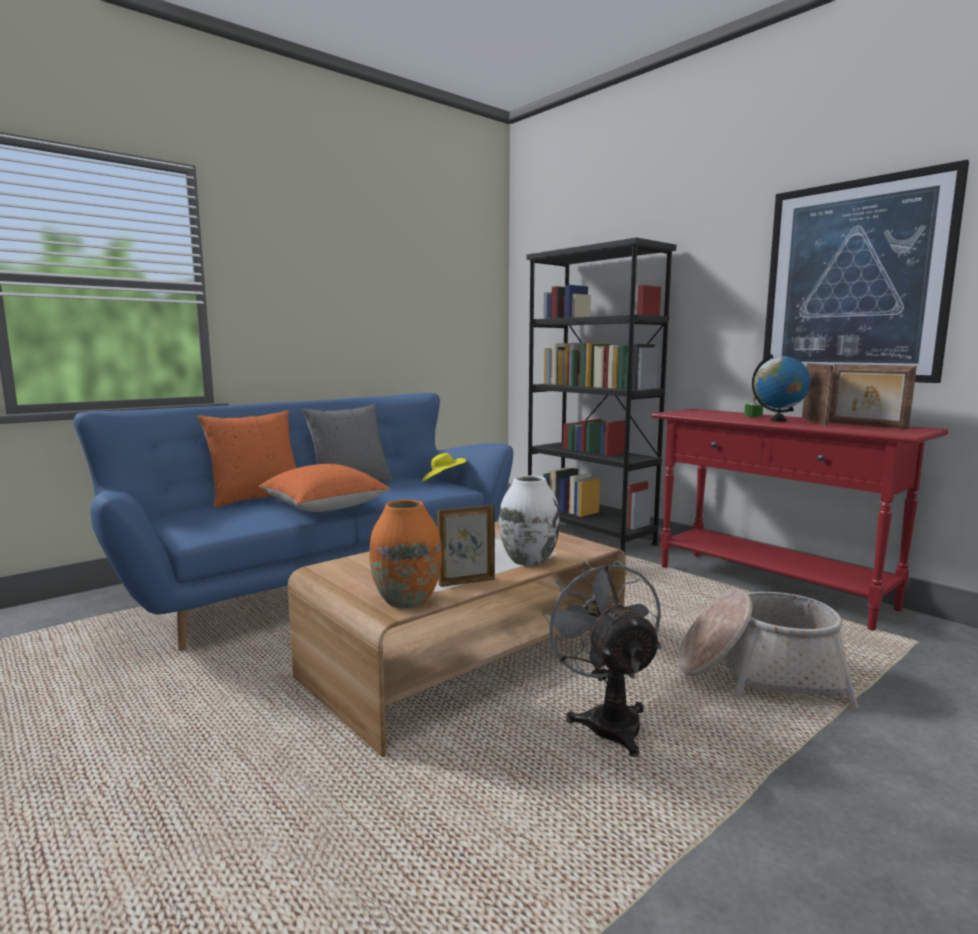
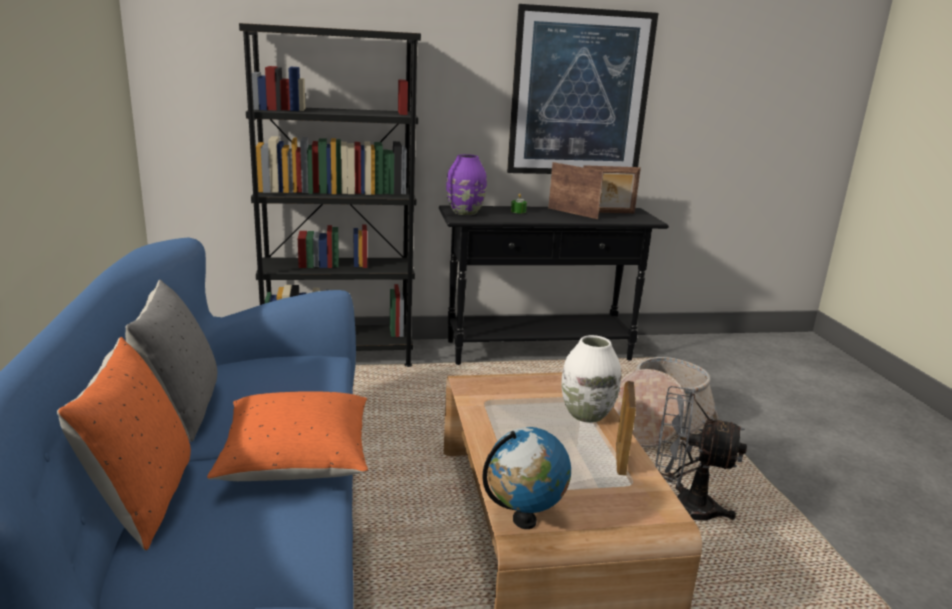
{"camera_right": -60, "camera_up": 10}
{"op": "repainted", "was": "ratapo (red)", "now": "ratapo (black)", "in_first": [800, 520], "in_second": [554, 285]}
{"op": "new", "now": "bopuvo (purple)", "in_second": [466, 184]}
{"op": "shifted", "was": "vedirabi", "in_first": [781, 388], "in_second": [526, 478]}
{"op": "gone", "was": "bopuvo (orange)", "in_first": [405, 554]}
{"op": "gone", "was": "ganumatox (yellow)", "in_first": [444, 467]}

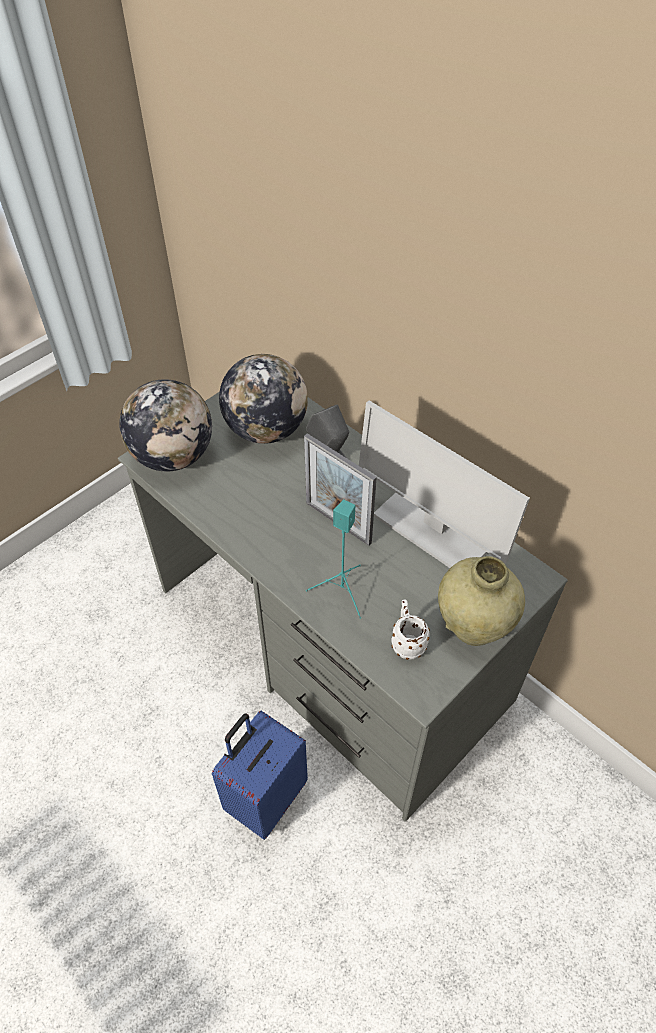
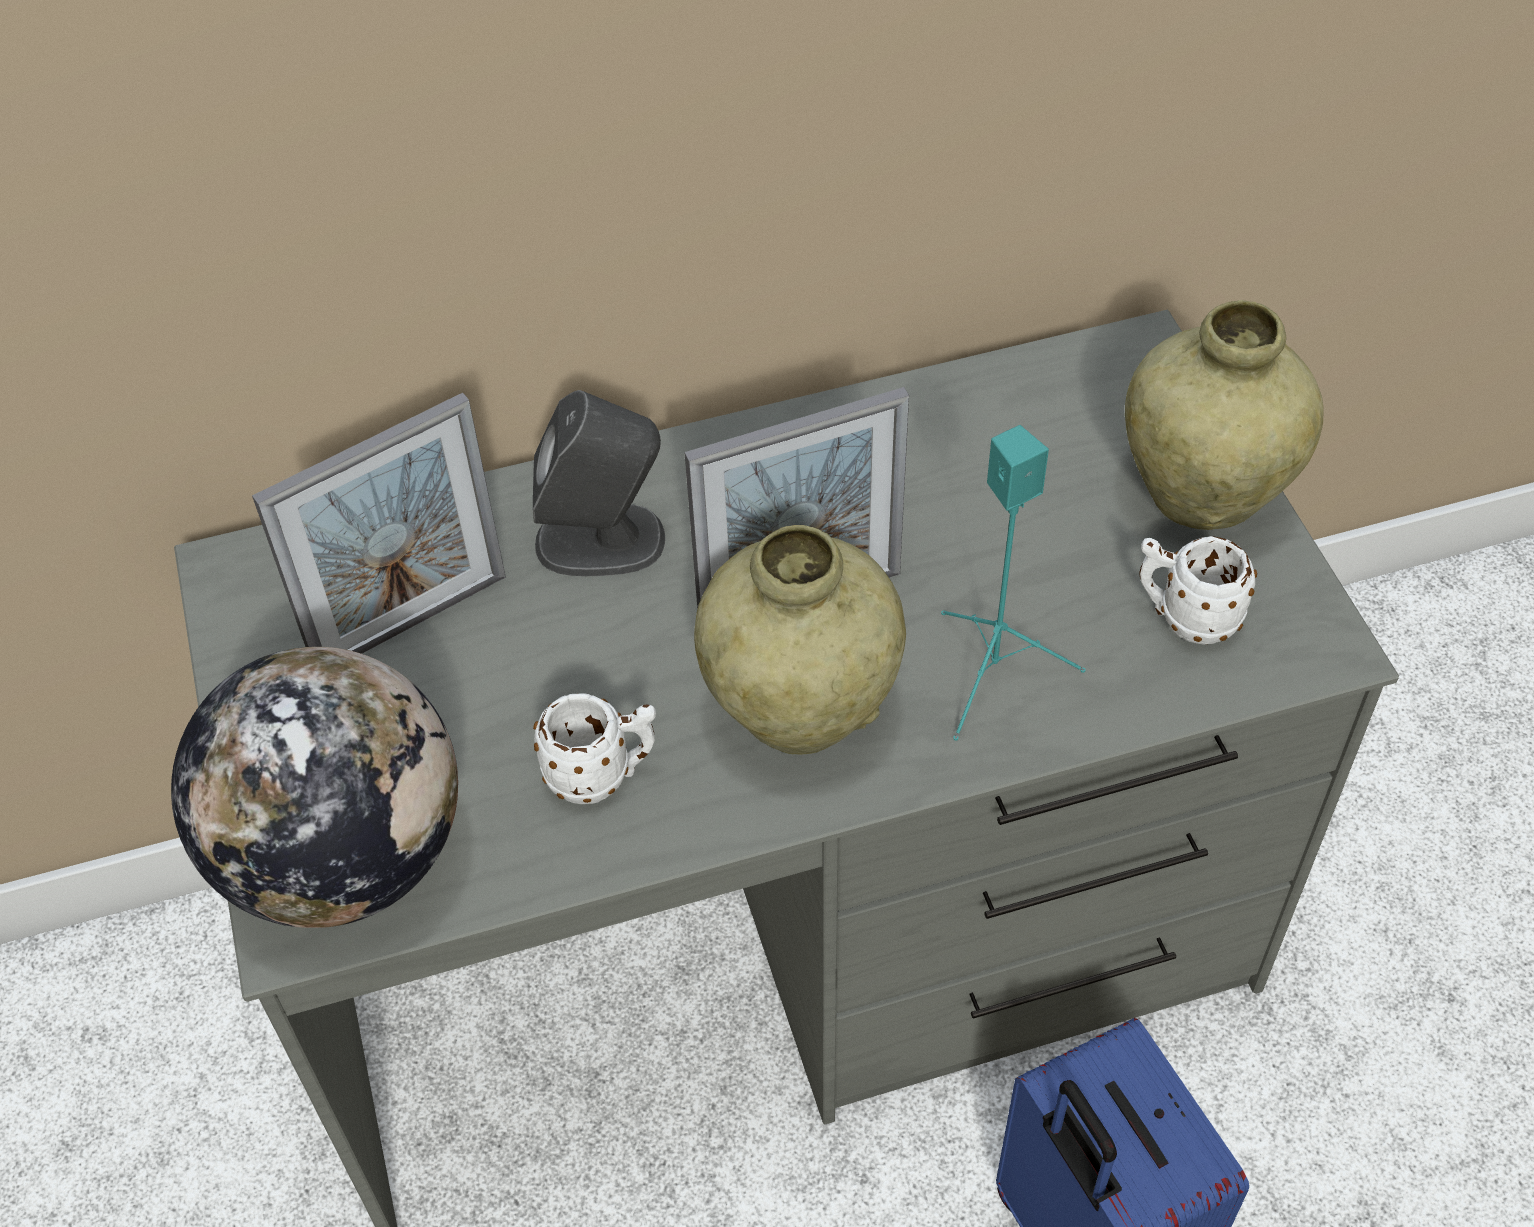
{"camera_right": -60, "camera_up": 0}
{"op": "swapped", "was": "vedirabi", "now": "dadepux", "in_first": [263, 399], "in_second": [379, 523]}
{"op": "new", "now": "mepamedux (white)", "in_second": [594, 748]}
{"op": "new", "now": "bopuvo (beige)", "in_second": [800, 640]}
{"op": "gone", "was": "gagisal", "in_first": [444, 484]}

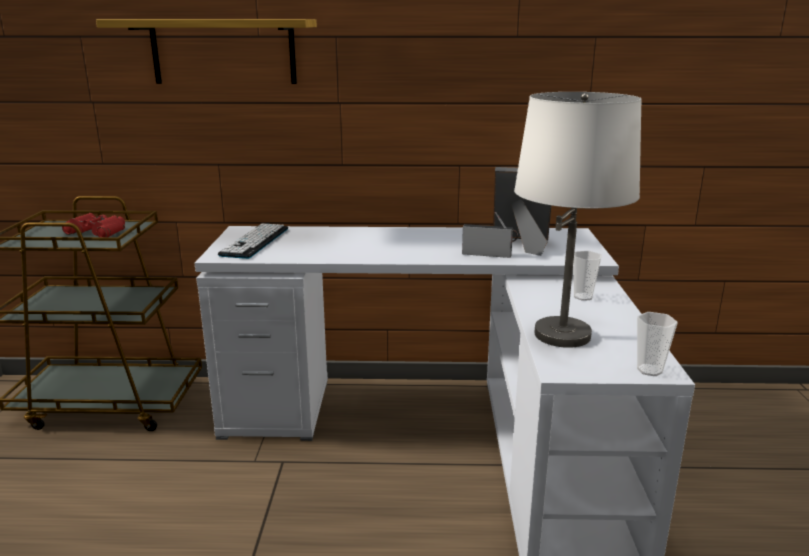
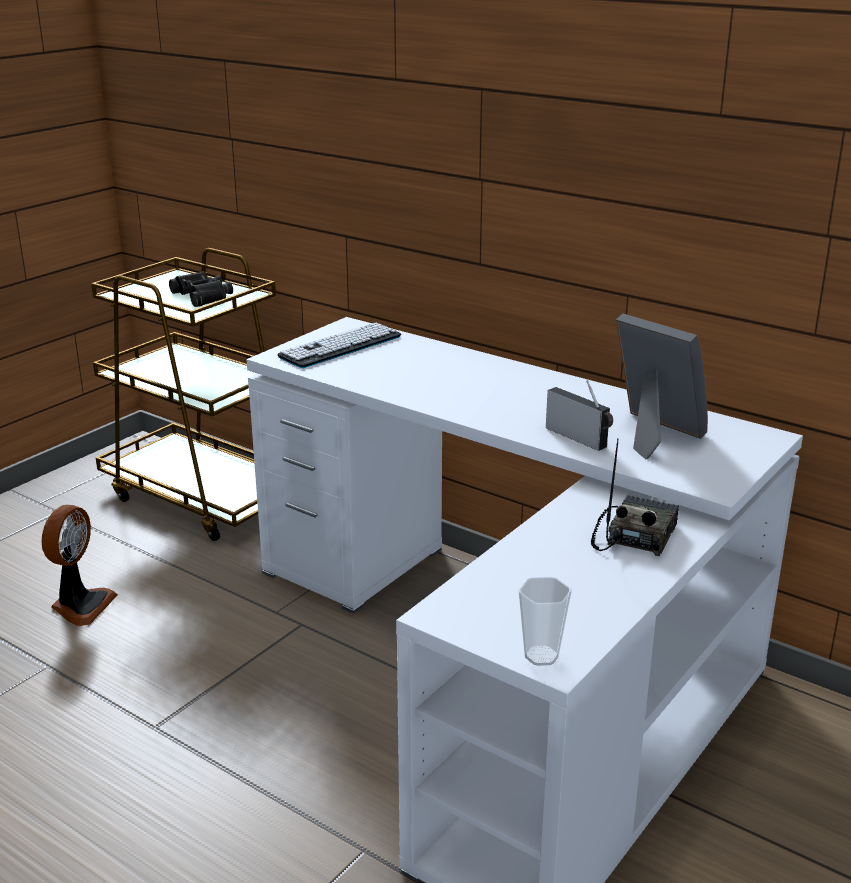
{"camera_right": 35, "camera_up": 5}
{"op": "new", "now": "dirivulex", "in_second": [79, 565]}
{"op": "repainted", "was": "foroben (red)", "now": "foroben (black)", "in_first": [93, 225], "in_second": [201, 289]}
{"op": "swapped", "was": "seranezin", "now": "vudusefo", "in_first": [587, 276], "in_second": [635, 497]}
{"op": "gone", "was": "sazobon", "in_first": [206, 51]}
{"op": "gone", "was": "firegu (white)", "in_first": [578, 220]}

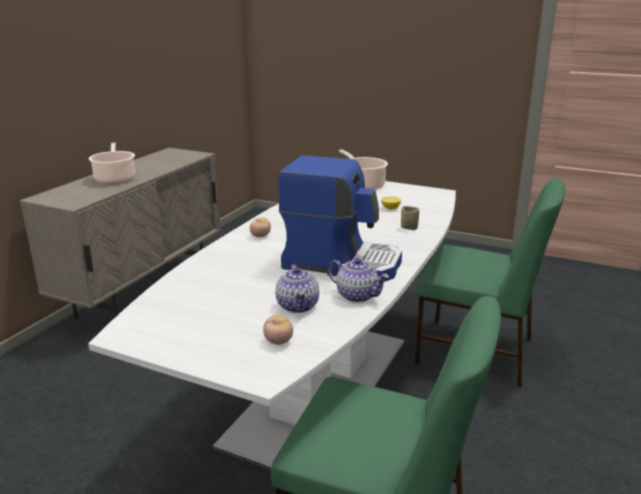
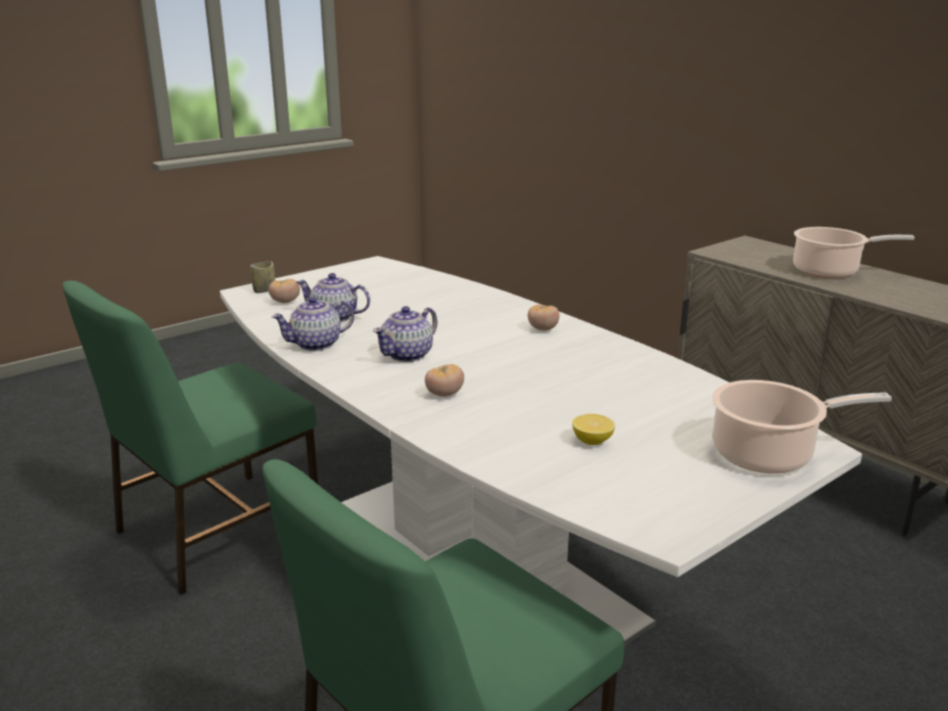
{"camera_right": 115, "camera_up": 0}
{"op": "shifted", "was": "seranezin", "in_first": [410, 218], "in_second": [262, 277]}
{"op": "swapped", "was": "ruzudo", "now": "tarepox", "in_first": [340, 218], "in_second": [405, 334]}
{"op": "new", "now": "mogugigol", "in_second": [444, 380]}

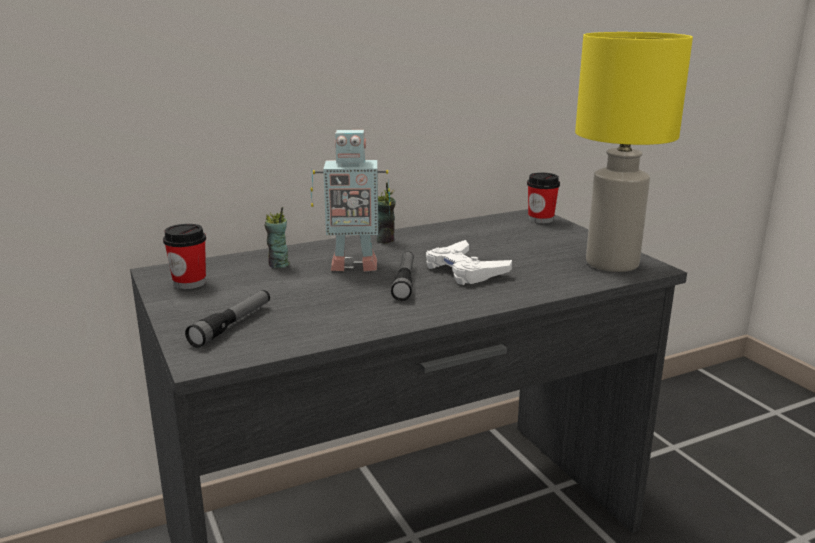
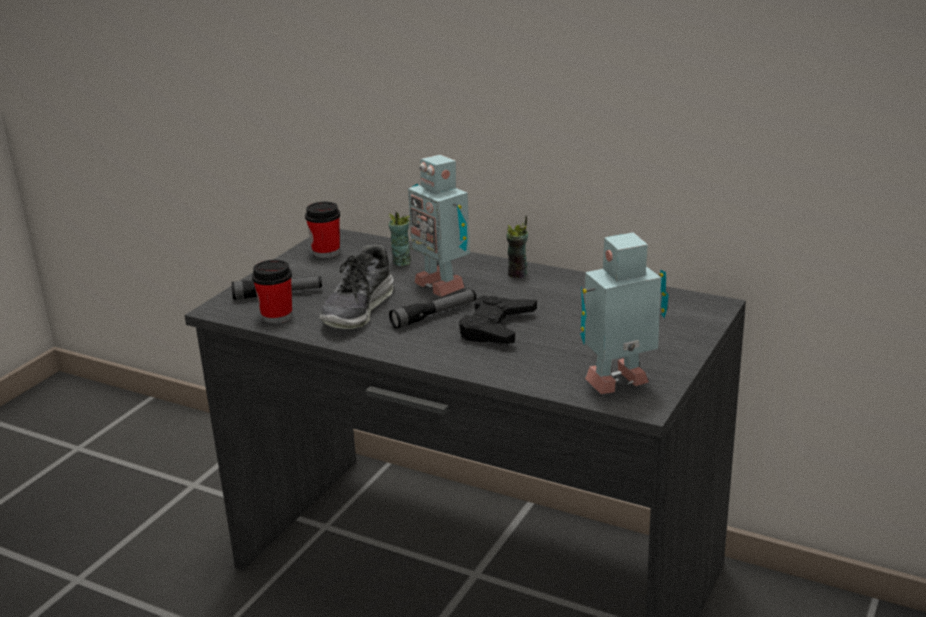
{"camera_right": 55, "camera_up": 5}
{"op": "shifted", "was": "seranezin", "in_first": [543, 198], "in_second": [272, 292]}
{"op": "new", "now": "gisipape", "in_second": [357, 287]}
{"op": "repainted", "was": "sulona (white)", "now": "sulona (black)", "in_first": [469, 262], "in_second": [498, 319]}
{"op": "swapped", "was": "firegu (yellow)", "now": "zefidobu", "in_first": [634, 152], "in_second": [624, 313]}

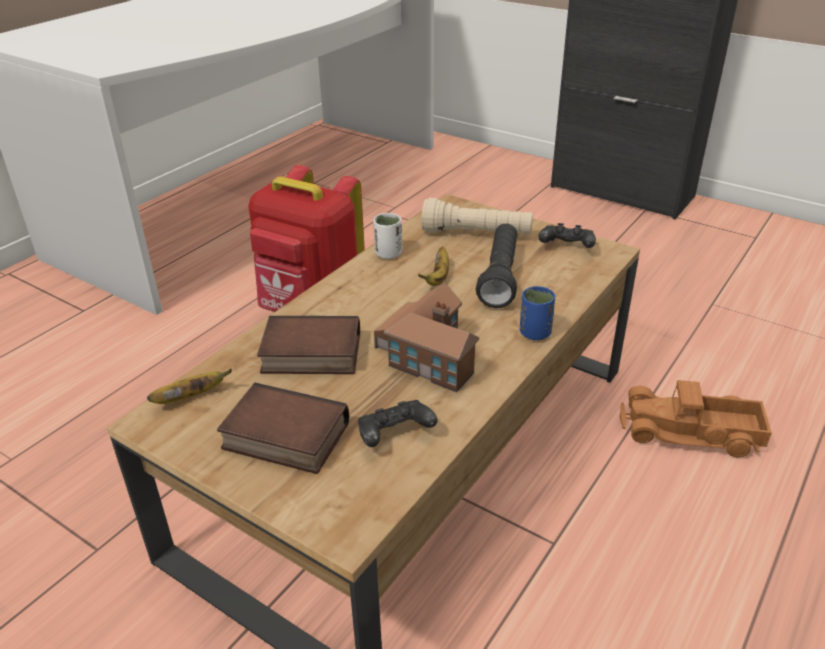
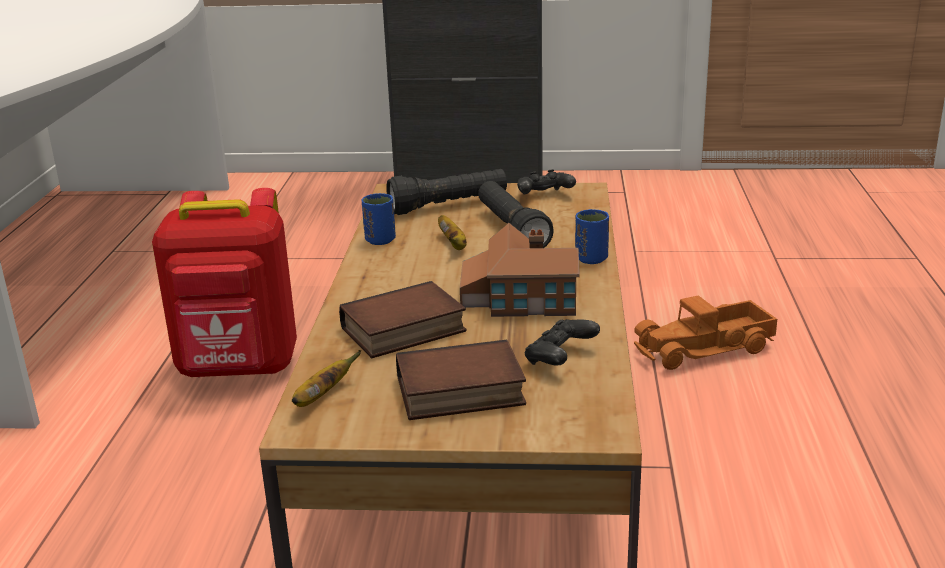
{"camera_right": -30, "camera_up": -10}
{"op": "repainted", "was": "seranezin (white)", "now": "seranezin (blue)", "in_first": [387, 236], "in_second": [379, 219]}
{"op": "repainted", "was": "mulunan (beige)", "now": "mulunan (black)", "in_first": [477, 216], "in_second": [446, 192]}

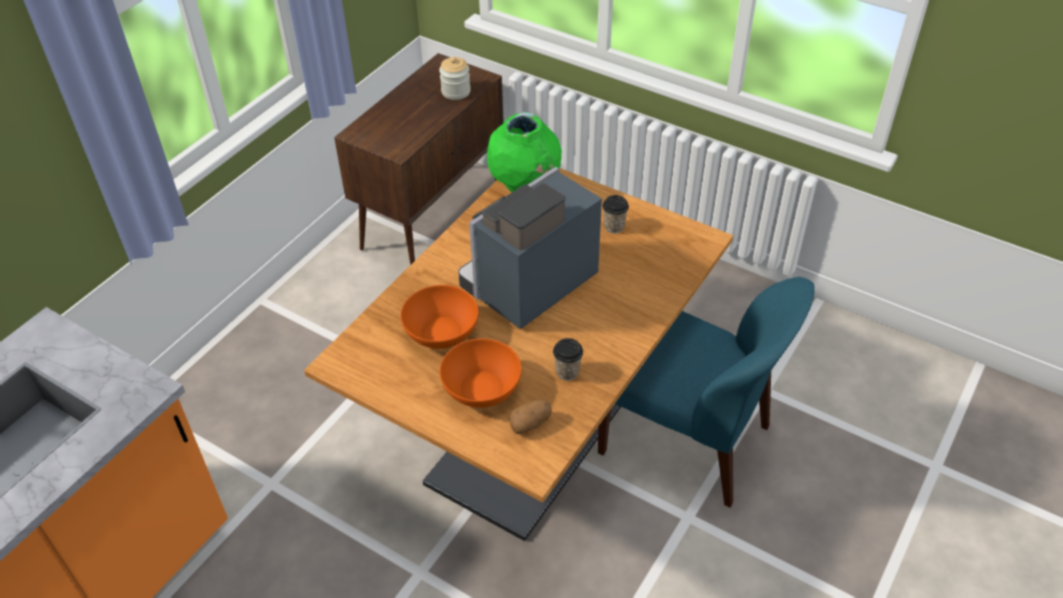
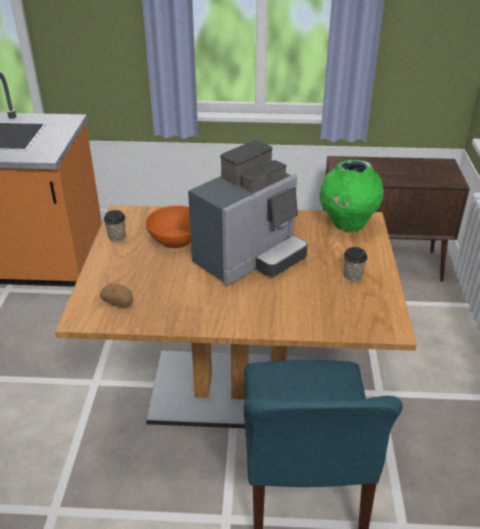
{"camera_right": 60, "camera_up": -10}
{"op": "shifted", "was": "seranezin", "in_first": [568, 359], "in_second": [115, 226]}
{"op": "rotated", "was": "ruzudo", "in_first": [530, 248], "in_second": [247, 212], "clockwise": 120}
{"op": "gone", "was": "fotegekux", "in_first": [455, 78]}
{"op": "gone", "was": "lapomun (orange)", "in_first": [481, 373]}

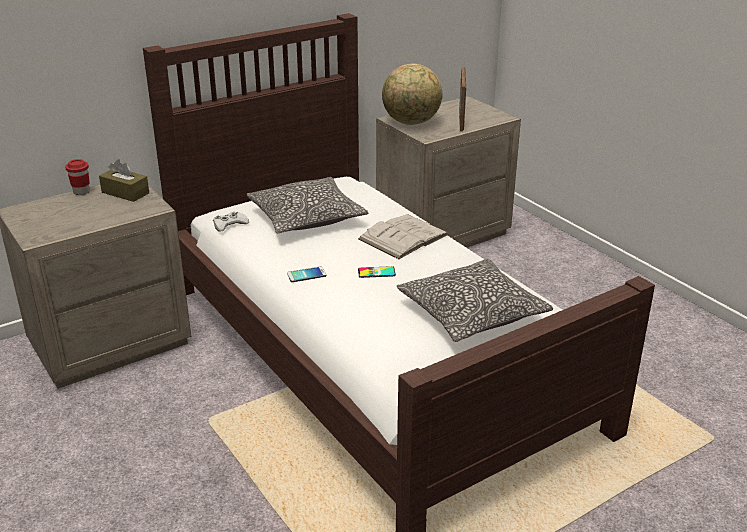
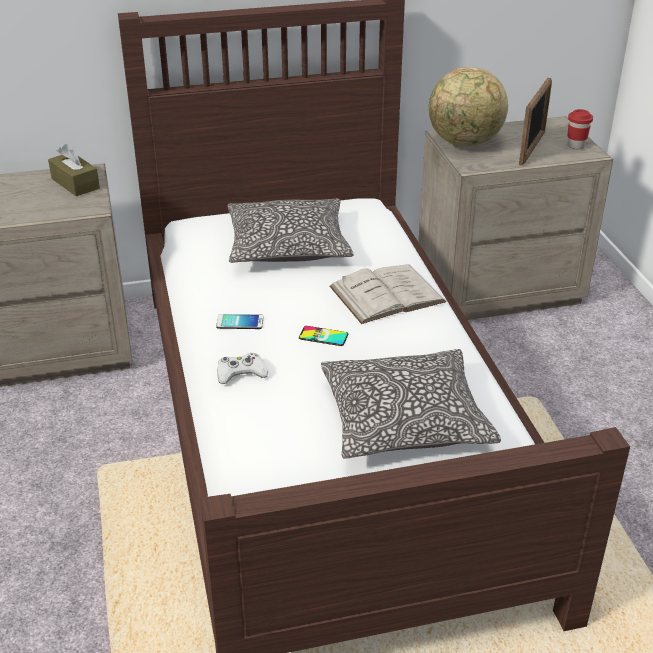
{"camera_right": 20, "camera_up": 5}
{"op": "shifted", "was": "sulona (white)", "in_first": [231, 222], "in_second": [242, 368]}
{"op": "shifted", "was": "seranezin (red)", "in_first": [77, 177], "in_second": [580, 129]}

